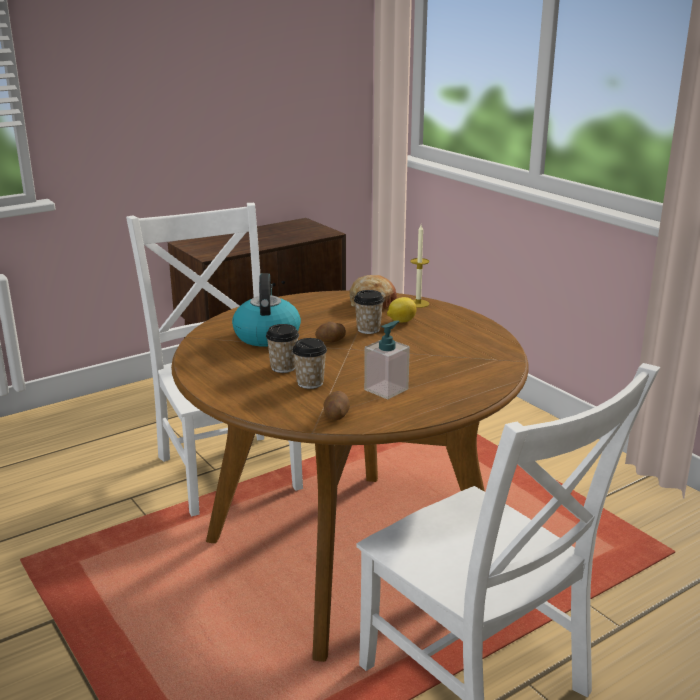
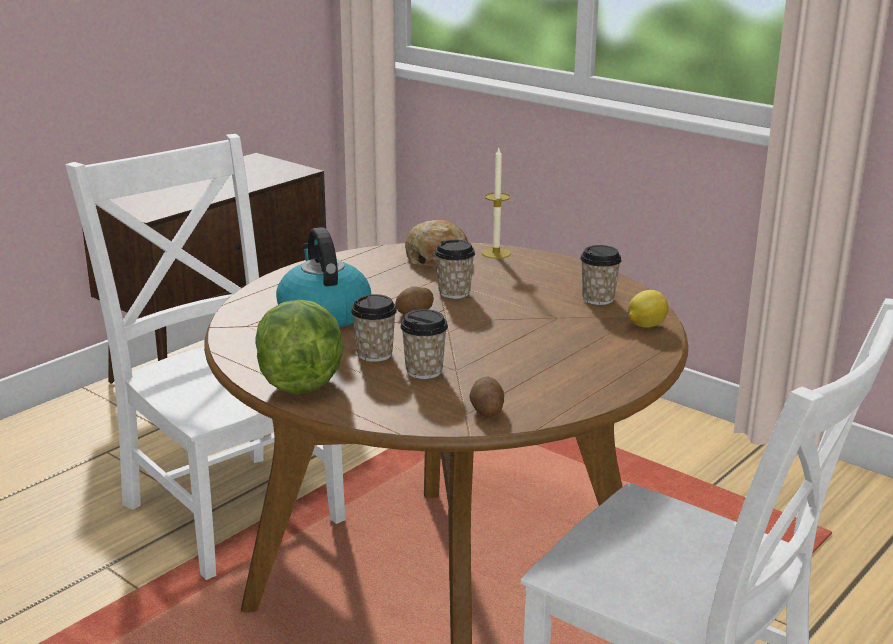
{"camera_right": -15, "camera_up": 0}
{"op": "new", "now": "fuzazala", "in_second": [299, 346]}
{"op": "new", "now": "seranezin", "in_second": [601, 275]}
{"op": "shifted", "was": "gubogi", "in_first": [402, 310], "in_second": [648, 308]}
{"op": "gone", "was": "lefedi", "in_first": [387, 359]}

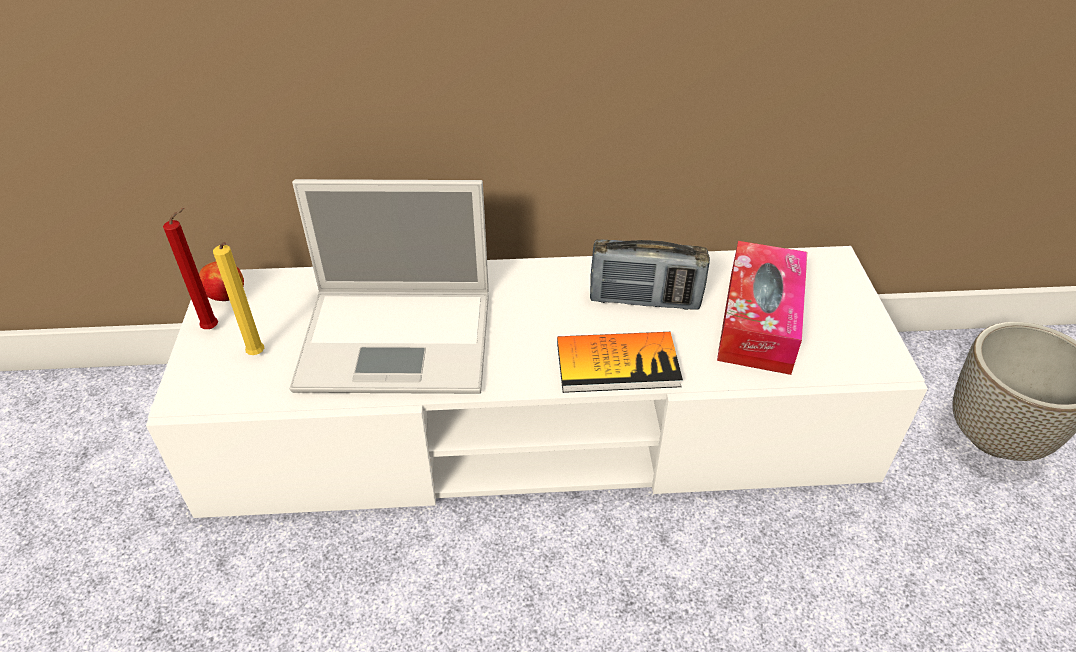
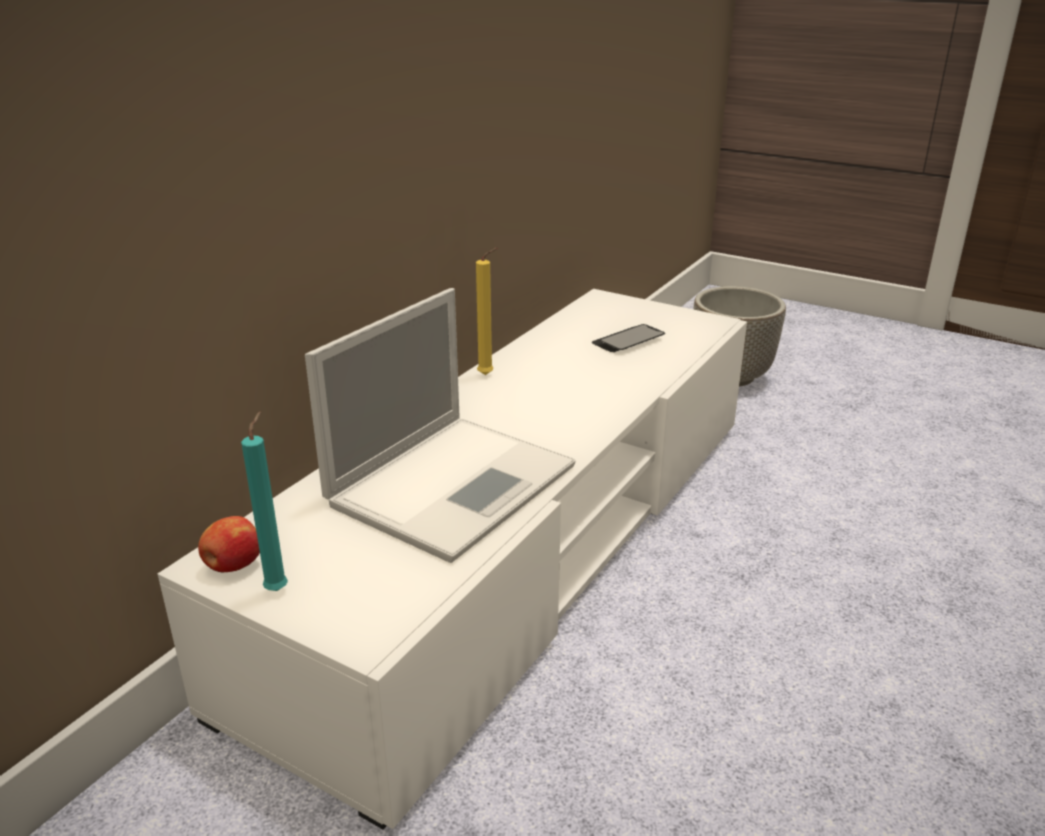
{"camera_right": -55, "camera_up": -15}
{"op": "repainted", "was": "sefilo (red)", "now": "sefilo (turquoise)", "in_first": [190, 268], "in_second": [264, 501]}
{"op": "shifted", "was": "sefilo (yellow)", "in_first": [238, 298], "in_second": [486, 311]}
{"op": "swapped", "was": "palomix", "now": "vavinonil", "in_first": [762, 308], "in_second": [628, 338]}
{"op": "gone", "was": "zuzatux", "in_first": [620, 362]}
{"op": "gone", "was": "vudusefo", "in_first": [650, 274]}

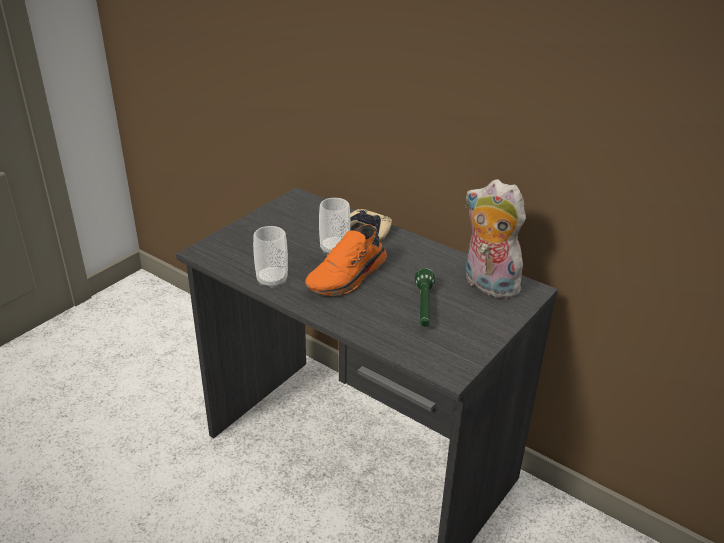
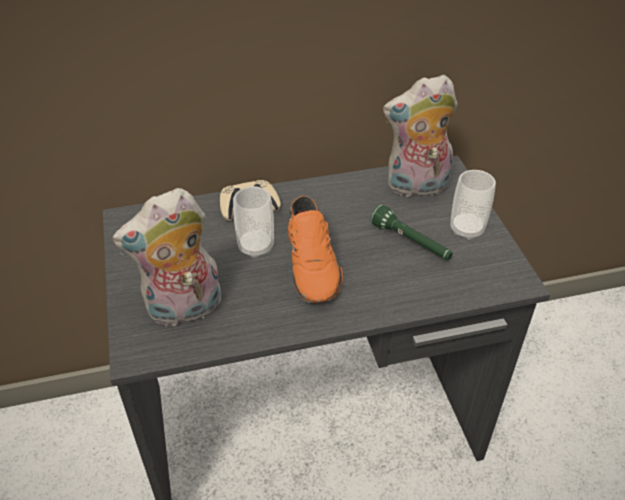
{"camera_right": -50, "camera_up": 10}
{"op": "new", "now": "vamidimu", "in_second": [166, 257]}
{"op": "shifted", "was": "seranezin", "in_first": [270, 257], "in_second": [473, 205]}

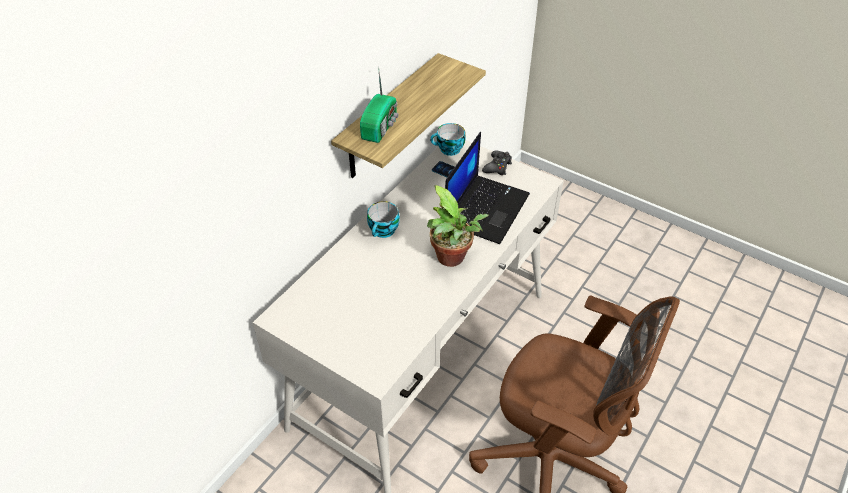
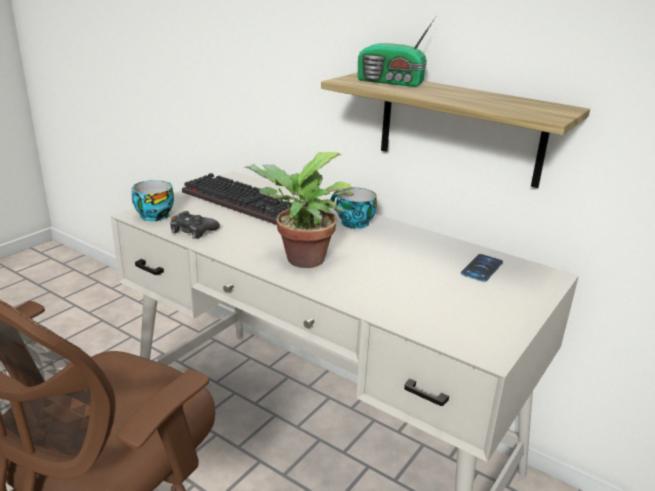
{"camera_right": 90, "camera_up": -20}
{"op": "shifted", "was": "seranezin", "in_first": [448, 139], "in_second": [153, 200]}
{"op": "shifted", "was": "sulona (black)", "in_first": [497, 163], "in_second": [195, 225]}
{"op": "new", "now": "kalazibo", "in_second": [245, 199]}
{"op": "gone", "was": "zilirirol", "in_first": [487, 188]}

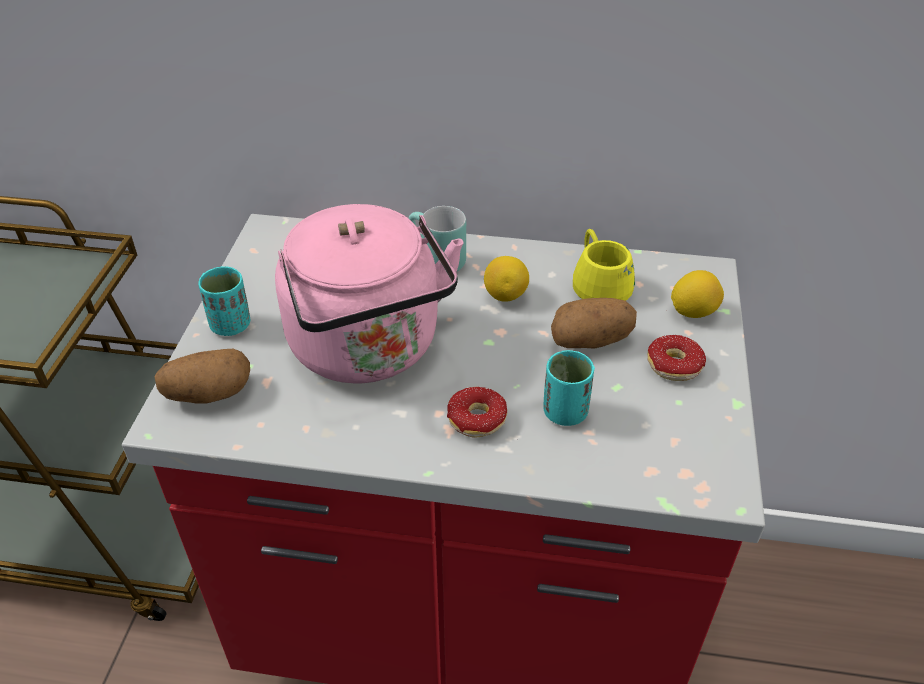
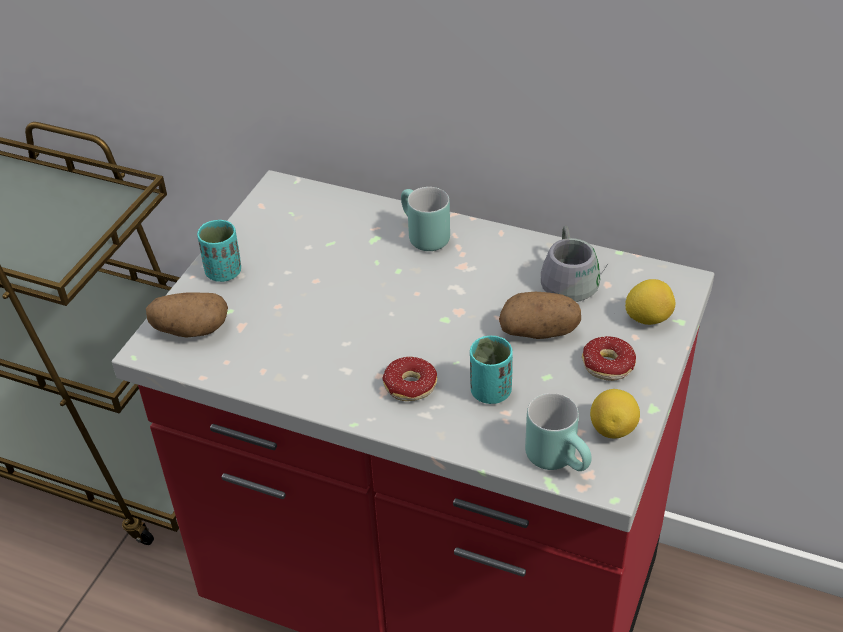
{"camera_right": 15, "camera_up": 0}
{"op": "new", "now": "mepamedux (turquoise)", "in_second": [558, 432]}
{"op": "repainted", "was": "mepamedux (yellow)", "now": "mepamedux (grey)", "in_first": [604, 265], "in_second": [574, 263]}
{"op": "shifted", "was": "gubogi", "in_first": [506, 279], "in_second": [615, 413]}
{"op": "gone", "was": "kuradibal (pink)", "in_first": [369, 293]}

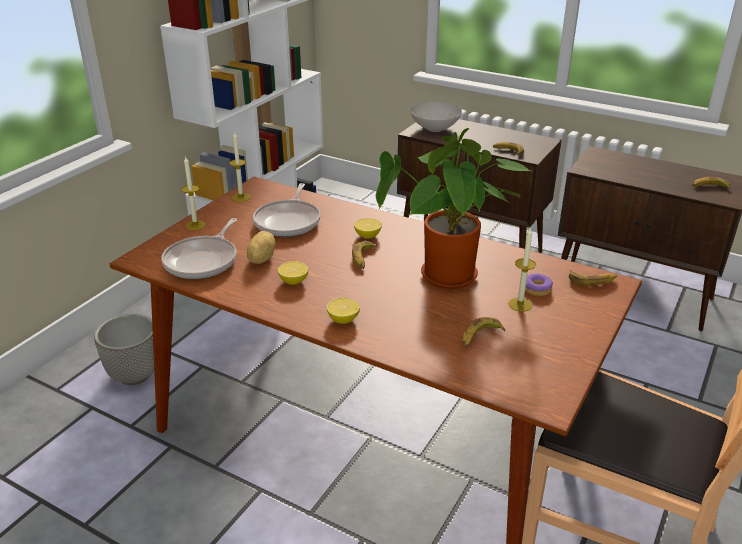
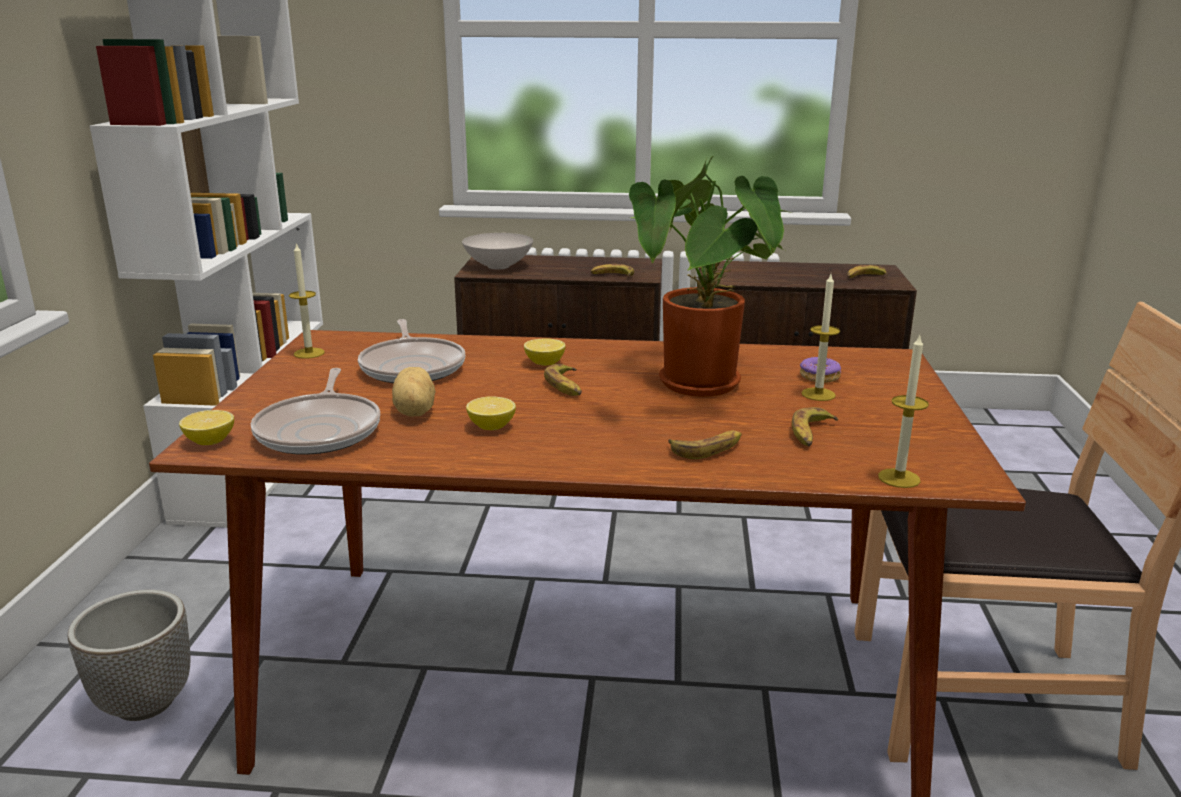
{"camera_right": -25, "camera_up": -10}
{"op": "shifted", "was": "gubogi", "in_first": [343, 311], "in_second": [206, 427]}
{"op": "shifted", "was": "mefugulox", "in_first": [593, 278], "in_second": [705, 444]}
{"op": "shifted", "was": "sefilo", "in_first": [193, 193], "in_second": [903, 411]}

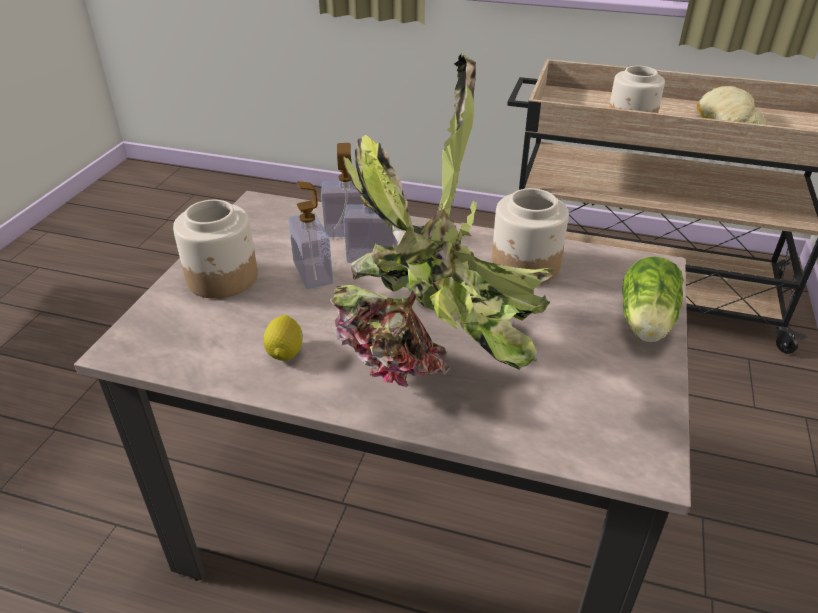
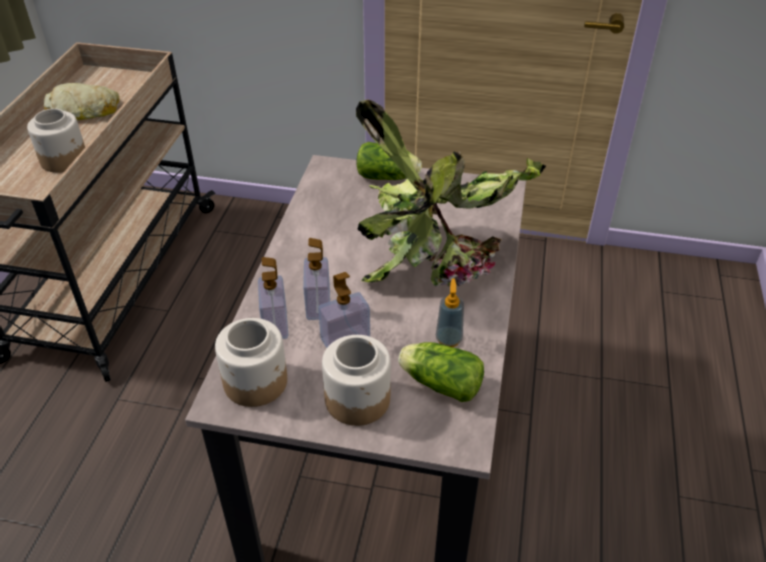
{"camera_right": -95, "camera_up": 5}
{"op": "shifted", "was": "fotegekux", "in_first": [530, 236], "in_second": [251, 362]}
{"op": "new", "now": "fuzazala", "in_second": [441, 372]}
{"op": "swapped", "was": "gubogi", "now": "lefedi", "in_first": [283, 338], "in_second": [450, 312]}

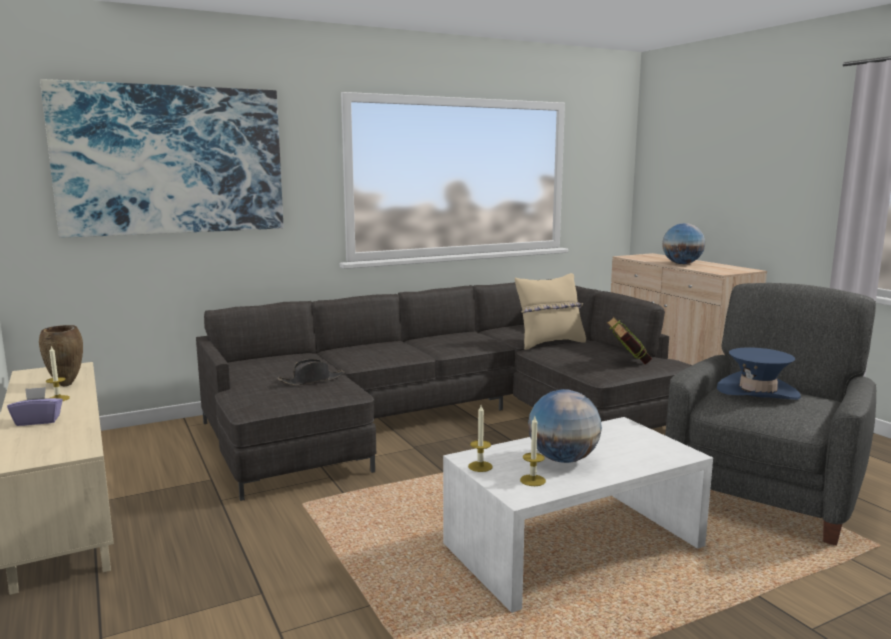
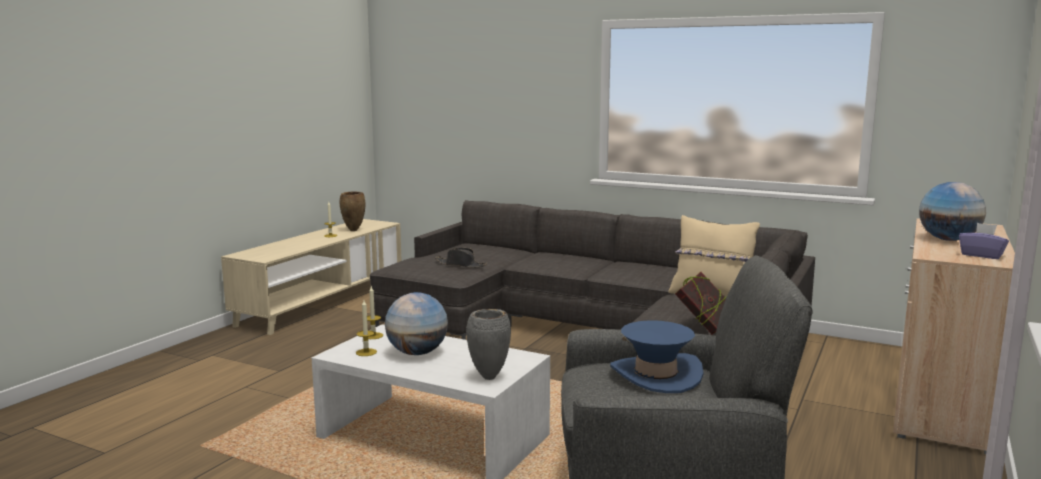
{"camera_right": 55, "camera_up": 0}
{"op": "new", "now": "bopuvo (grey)", "in_second": [488, 344]}
{"op": "shifted", "was": "palomix (purple)", "in_first": [35, 406], "in_second": [984, 241]}
{"op": "gone", "was": "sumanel", "in_first": [161, 158]}

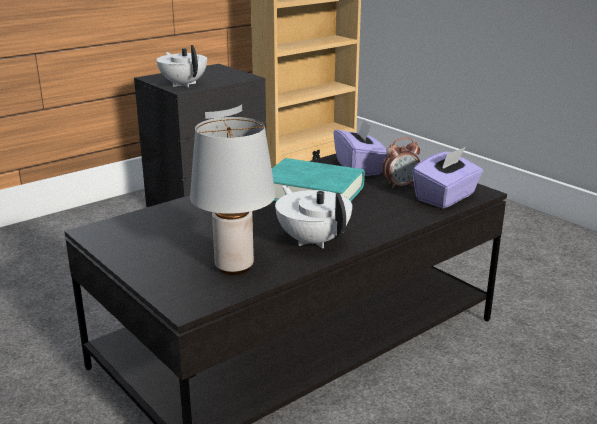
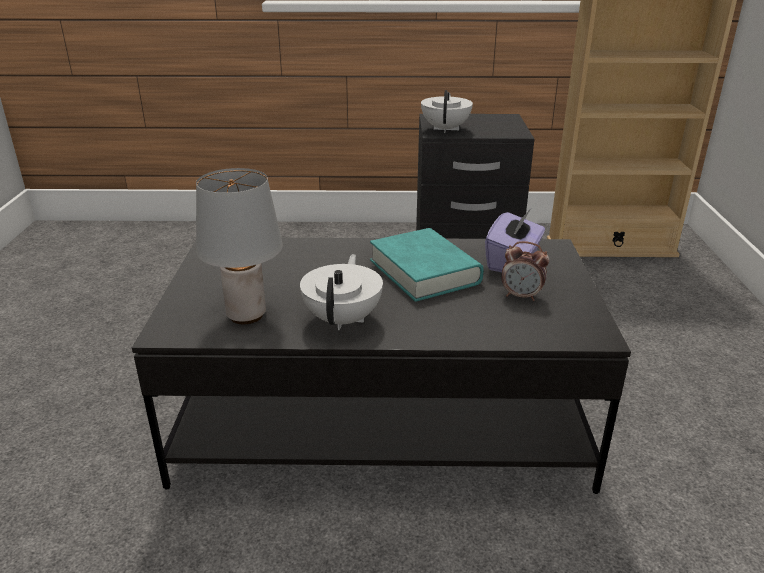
{"camera_right": 40, "camera_up": 5}
{"op": "gone", "was": "palomix (purple)", "in_first": [447, 177]}

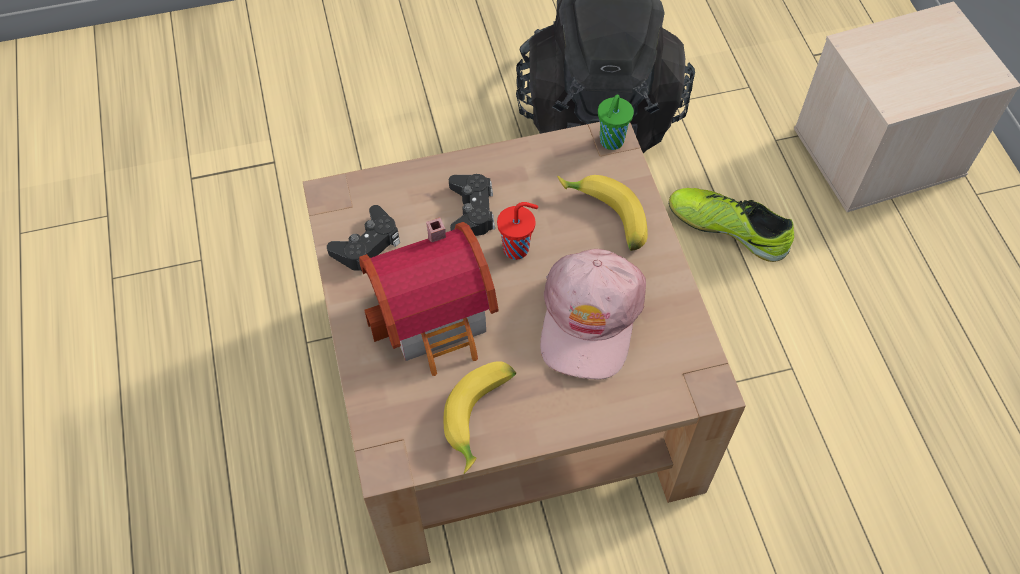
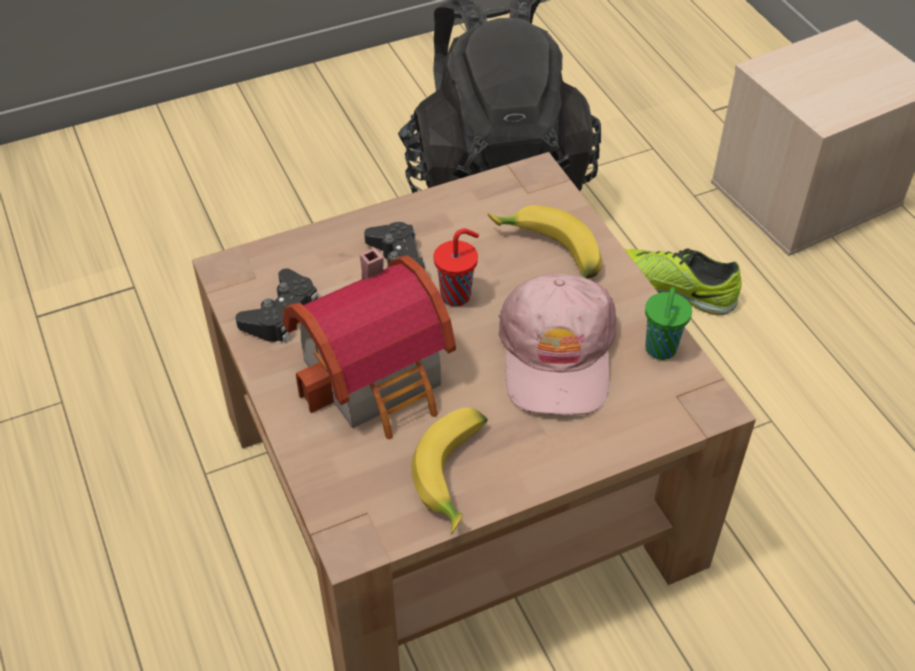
{"camera_right": -10, "camera_up": -10}
{"op": "shifted", "was": "seranezin (green)", "in_first": [616, 122], "in_second": [668, 323]}

